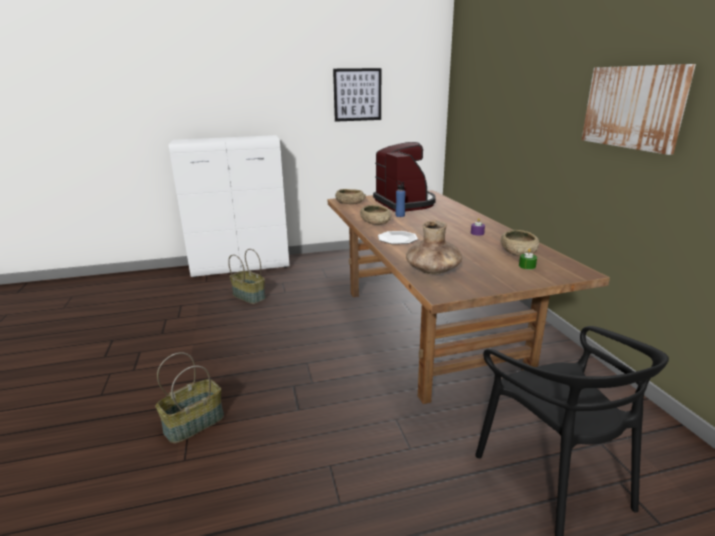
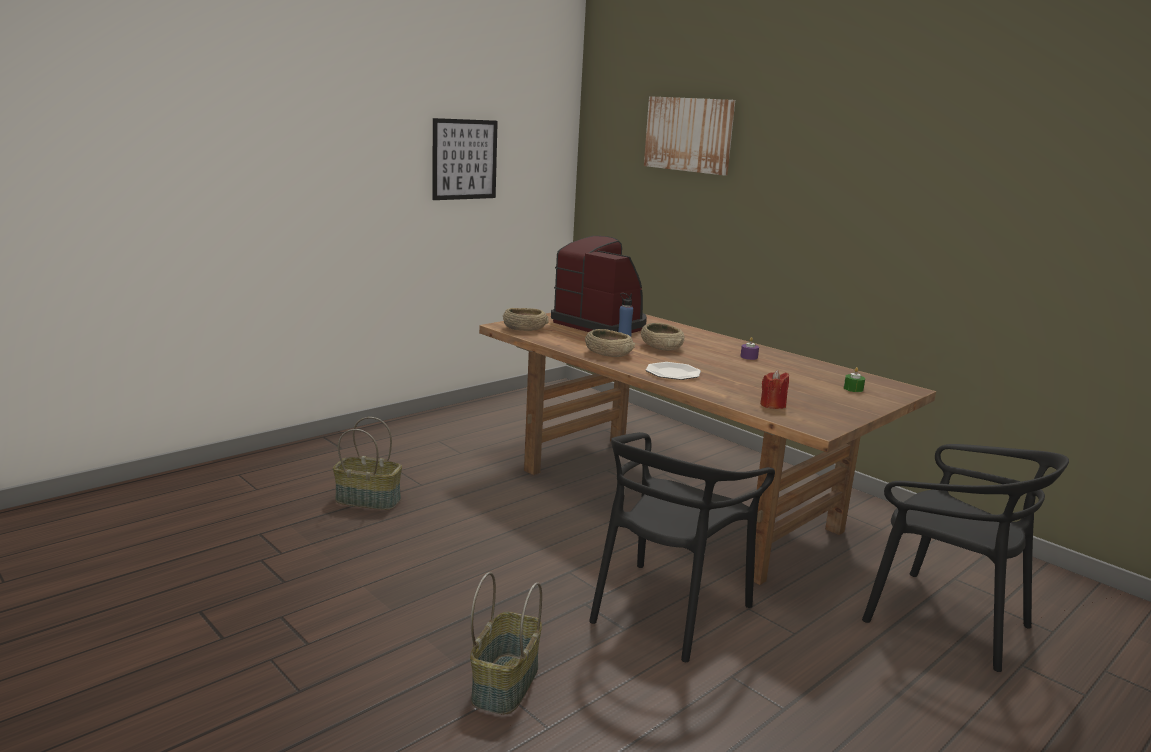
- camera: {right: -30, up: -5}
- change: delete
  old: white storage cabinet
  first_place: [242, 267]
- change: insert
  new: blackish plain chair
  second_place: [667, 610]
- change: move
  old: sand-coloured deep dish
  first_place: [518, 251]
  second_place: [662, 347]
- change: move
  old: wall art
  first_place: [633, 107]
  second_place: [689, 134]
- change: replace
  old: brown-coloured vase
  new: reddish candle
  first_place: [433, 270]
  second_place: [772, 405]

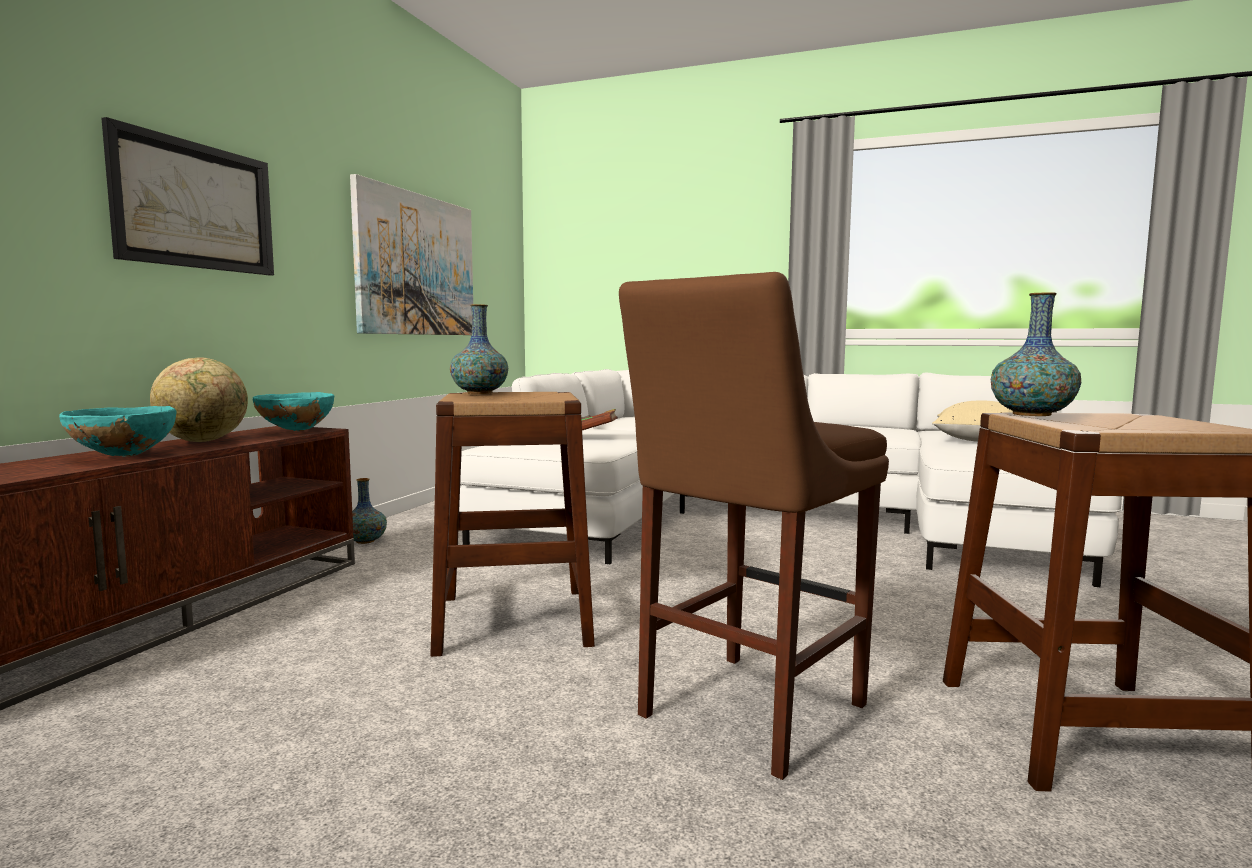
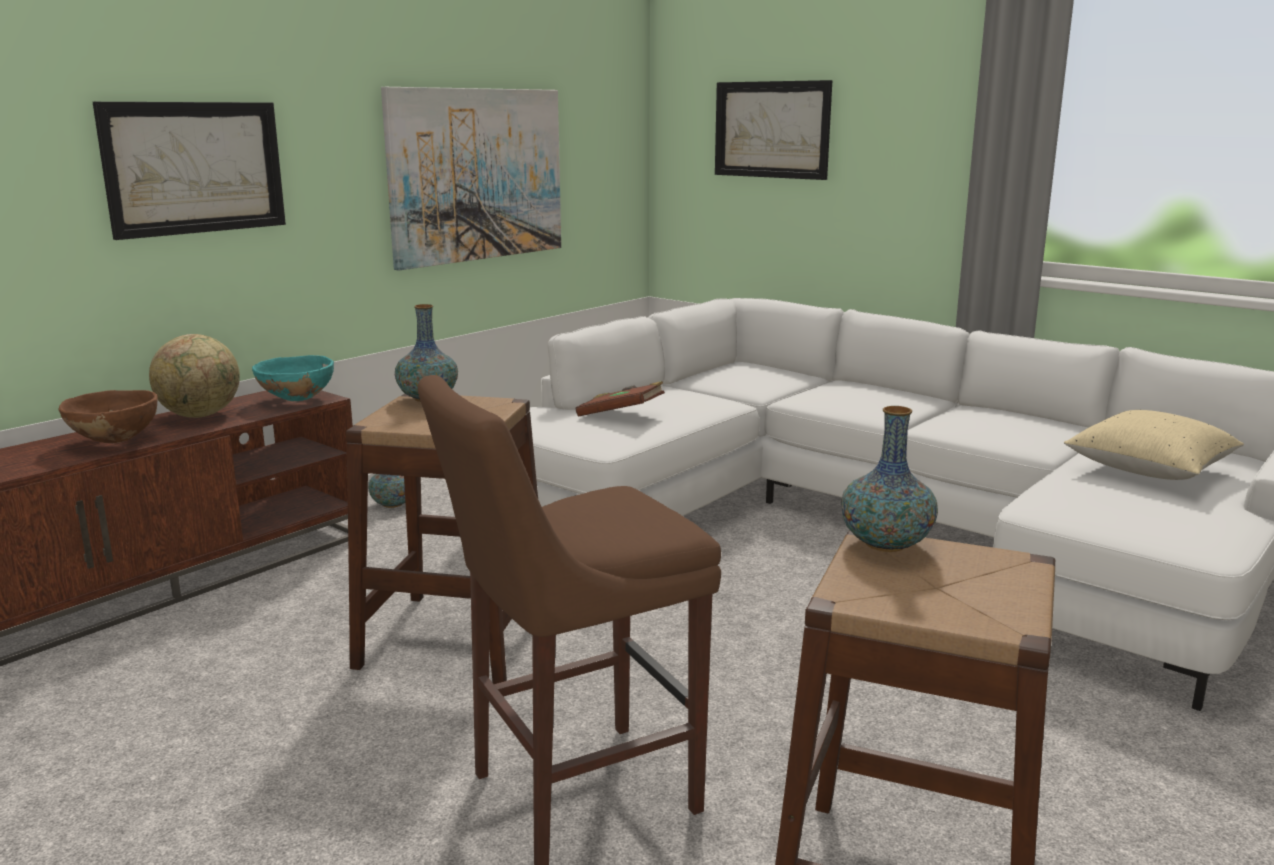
- camera: {right: 20, up: 10}
- change: insert
  new: wall art
  second_place: [772, 129]
- change: recolor
  old: turquoise deep dish
  new: brown-coloured deep dish
  first_place: [123, 456]
  second_place: [115, 441]

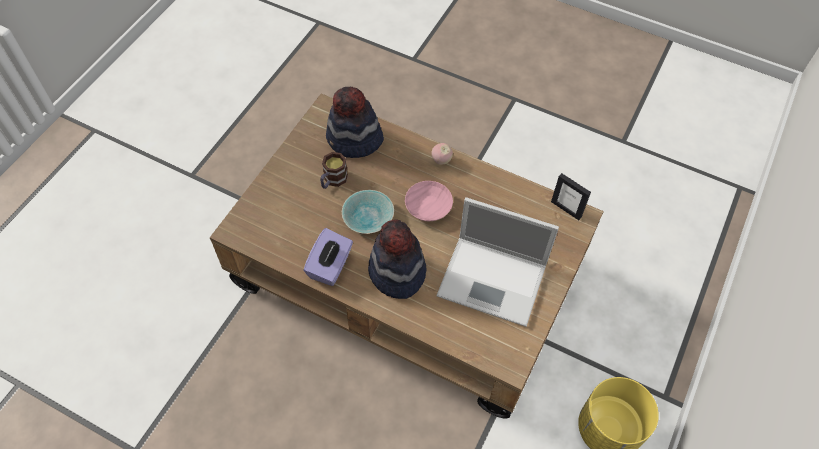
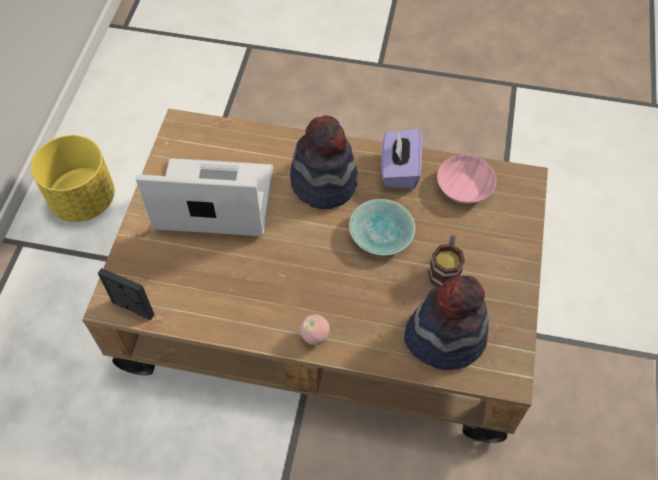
- camera: {right: 165, up: 0}
- change: move
  old: pink deep dish
  first_place: [429, 206]
  second_place: [463, 188]

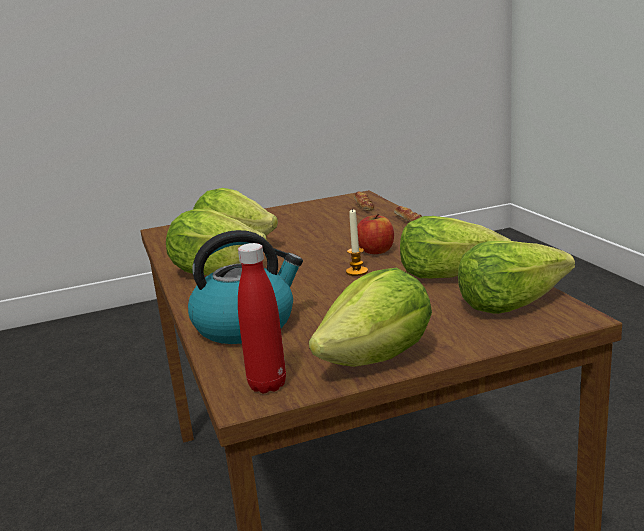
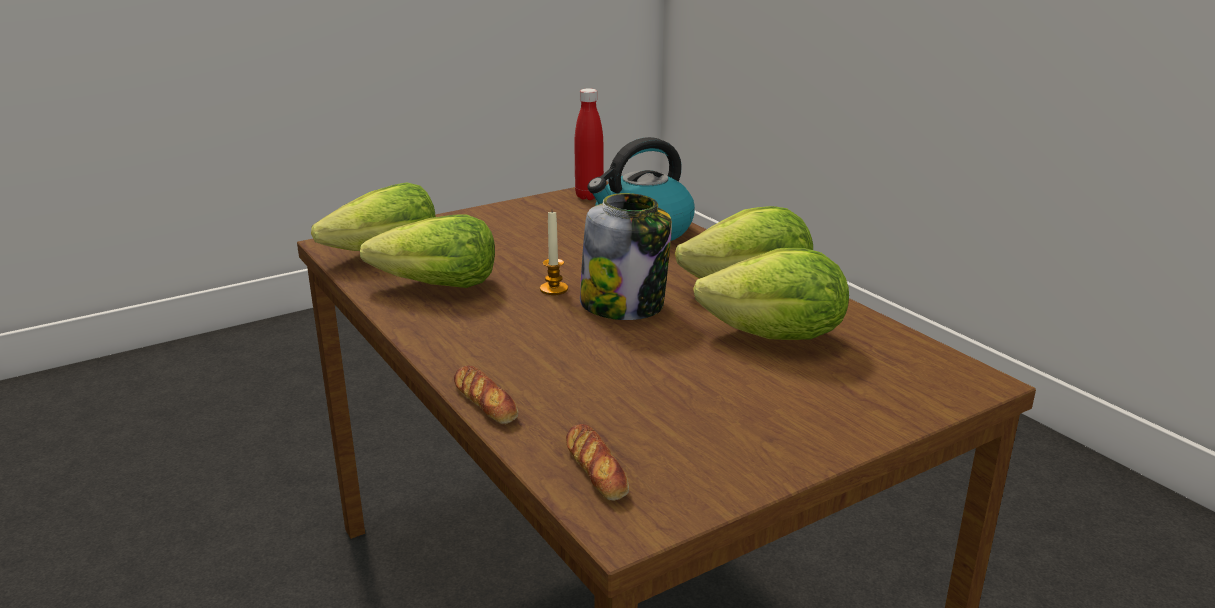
- camera: {right: 165, up: 5}
- change: delete
  old: lettuce
  first_place: [378, 359]
- change: delete
  old: apple
  first_place: [376, 251]
- change: insert
  new: preserve jar
  second_place: [624, 305]

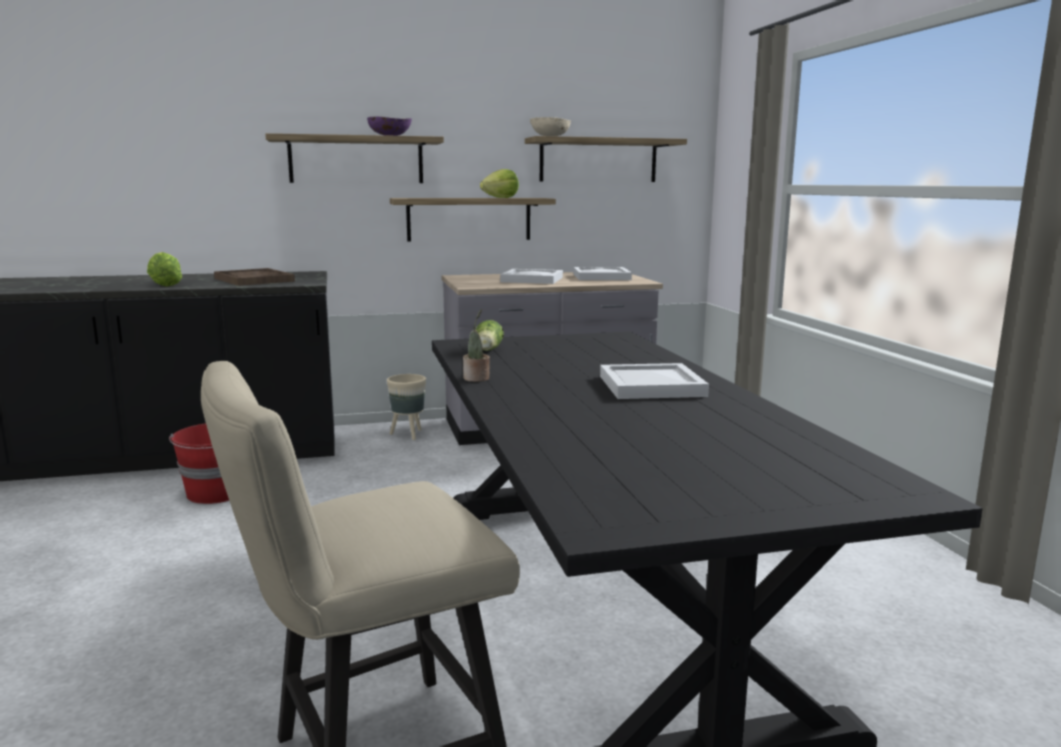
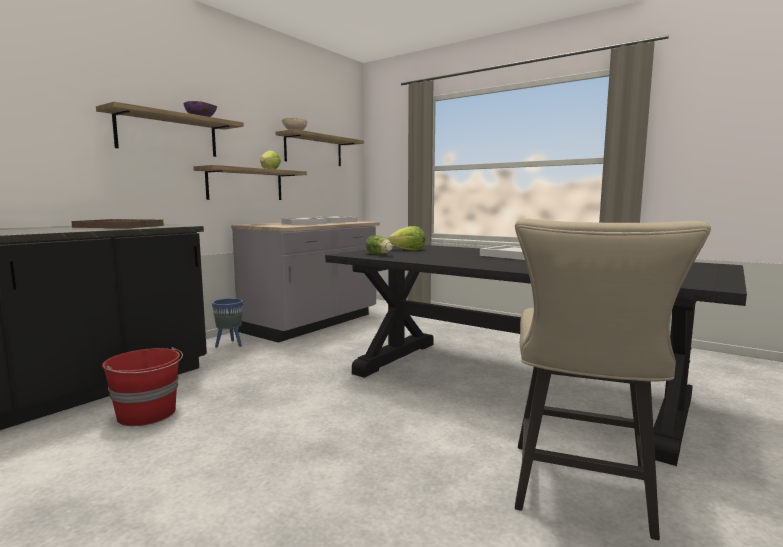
- camera: {right: -40, up: -5}
- change: delete
  old: houseplant
  first_place: [477, 379]
- change: move
  old: lettuce
  first_place: [164, 285]
  second_place: [408, 250]
- change: recolor
  old: sand-coloured plant pot
  new: bluish plant pot
  first_place: [408, 434]
  second_place: [229, 345]

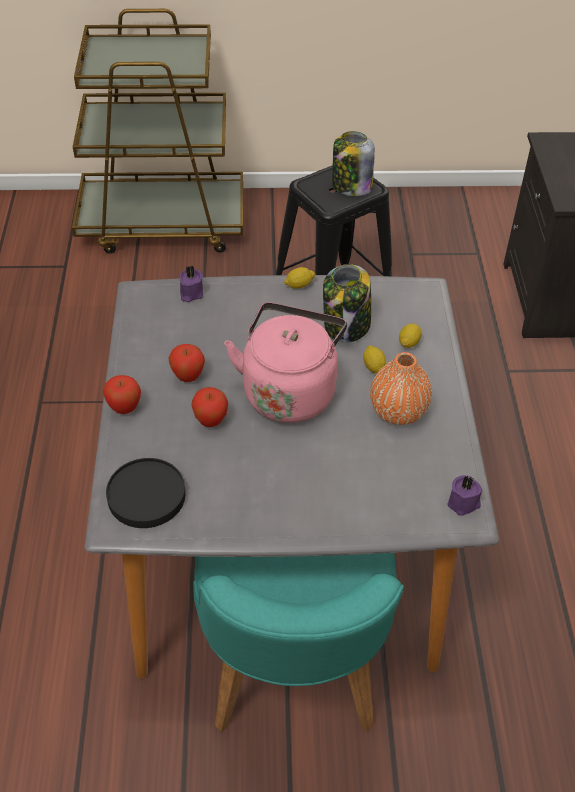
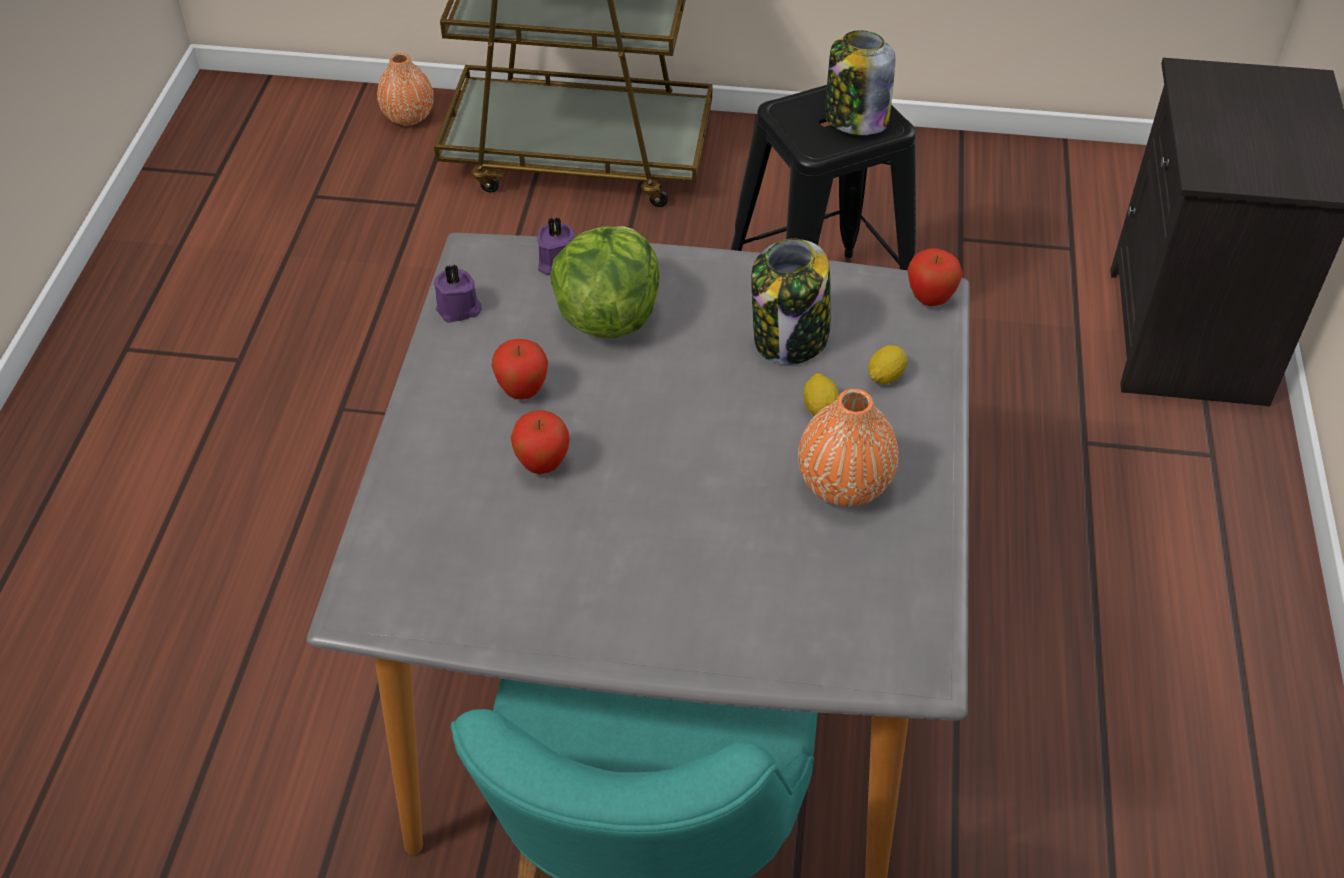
- camera: {right: 10, up: 0}
- change: delete
  old: blackish dinner plate
  first_place: [146, 495]
- change: delete
  old: pink tea kettle
  first_place: [290, 390]
- change: delete
  old: citrus fruit
  first_place: [299, 285]
- change: insert
  new: orange vase
  second_place: [408, 116]
- change: insert
  new: lettuce
  second_place: [607, 315]
- change: move
  old: apple
  first_place: [124, 408]
  second_place: [930, 299]
- change: move
  old: purple-coloured candle
  first_place: [464, 503]
  second_place: [459, 309]

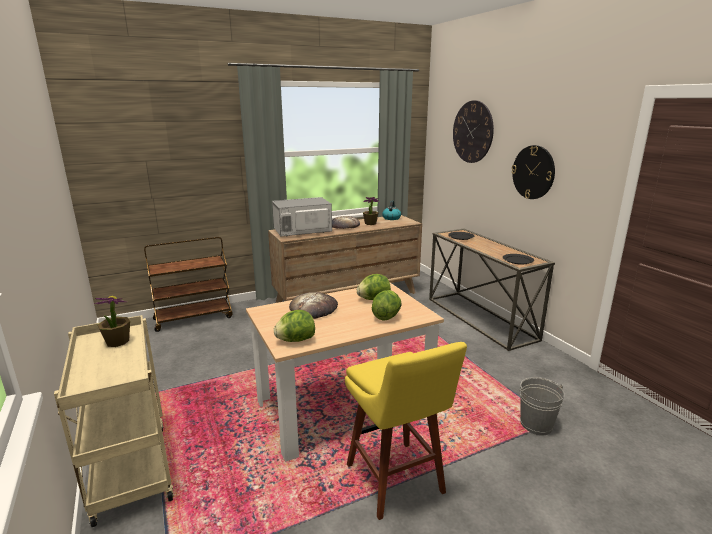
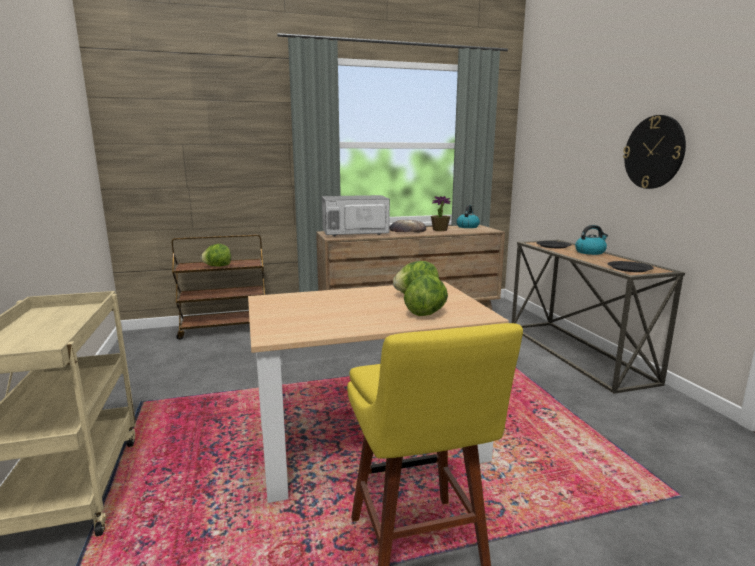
- camera: {right: 10, up: -5}
- change: delete
  old: houseplant
  first_place: [117, 342]
- change: delete
  old: bakery bread
  first_place: [313, 308]
- change: delete
  old: clock on the wall
  first_place: [472, 132]
- change: delete
  old: gray bucket
  first_place: [536, 425]
- change: insert
  new: tea kettle
  second_place: [590, 252]
- change: move
  old: lettuce
  first_place: [295, 340]
  second_place: [217, 266]

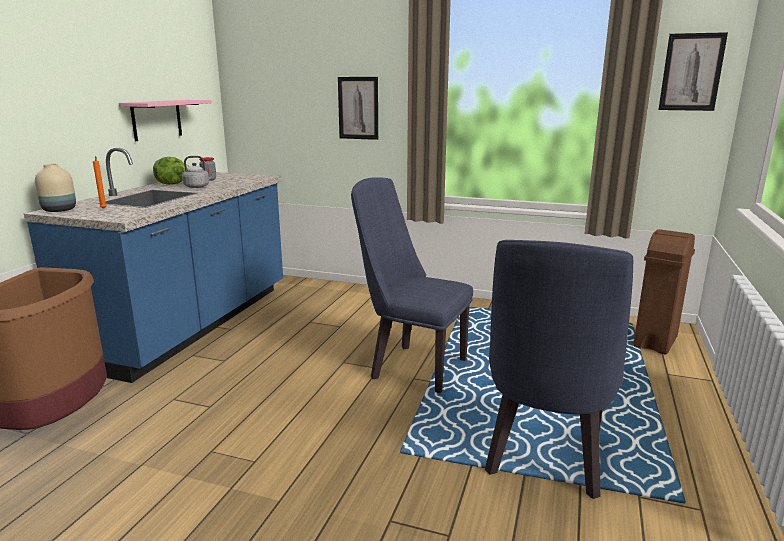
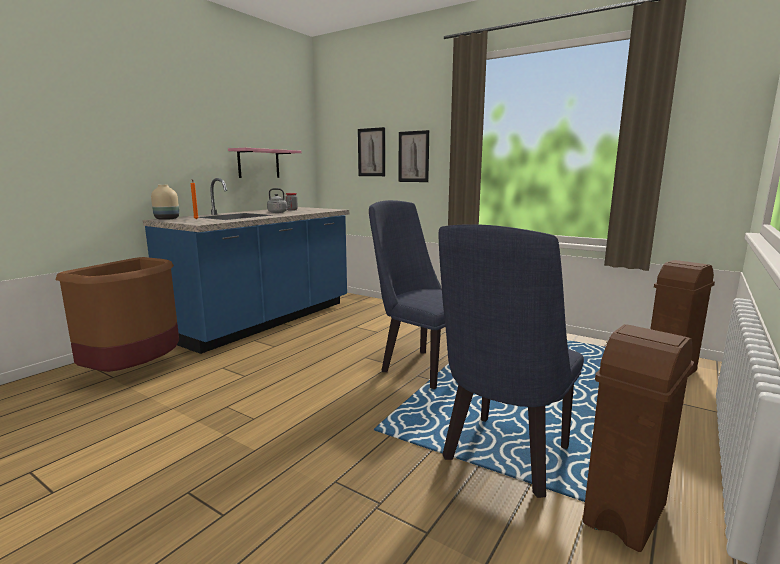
- camera: {right: 15, up: -5}
- change: delete
  old: lettuce
  first_place: [172, 184]
- change: insert
  new: brown-coloured rubbish bin
  second_place: [625, 514]
- change: move
  old: wall art
  first_place: [691, 72]
  second_place: [371, 152]

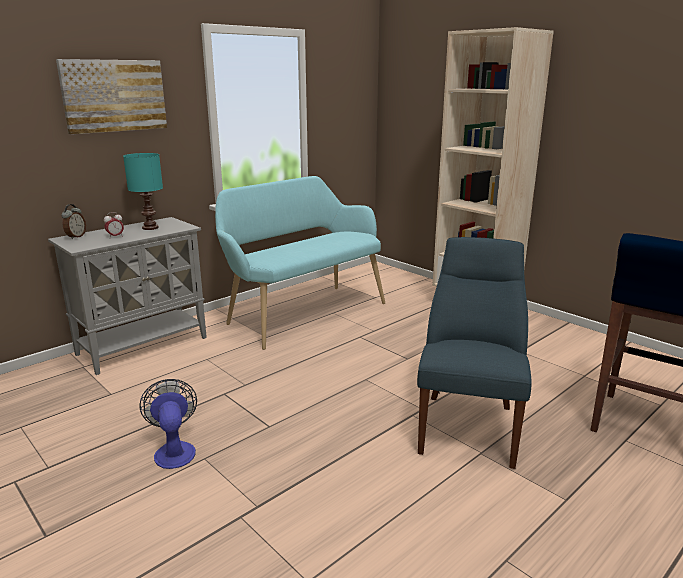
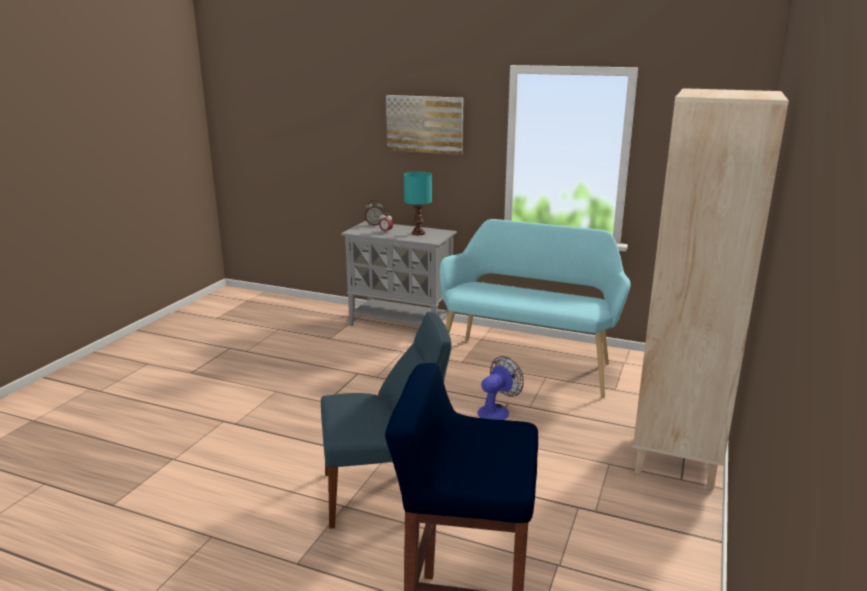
- camera: {right: 65, up: 0}
- change: move
  old: cooling fan
  first_place: [174, 450]
  second_place: [497, 411]

